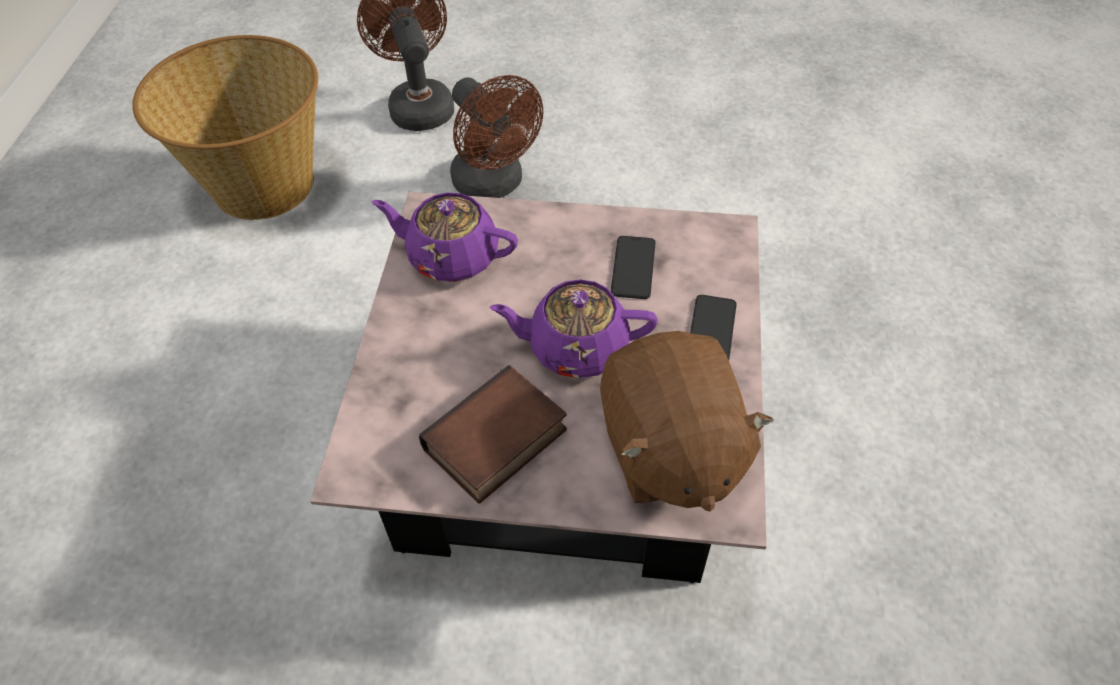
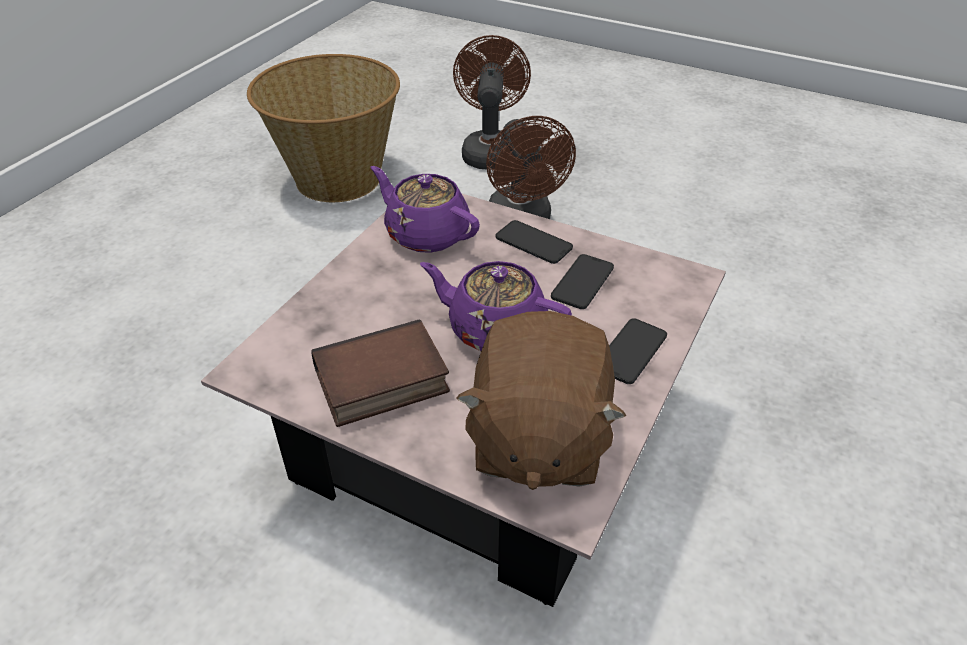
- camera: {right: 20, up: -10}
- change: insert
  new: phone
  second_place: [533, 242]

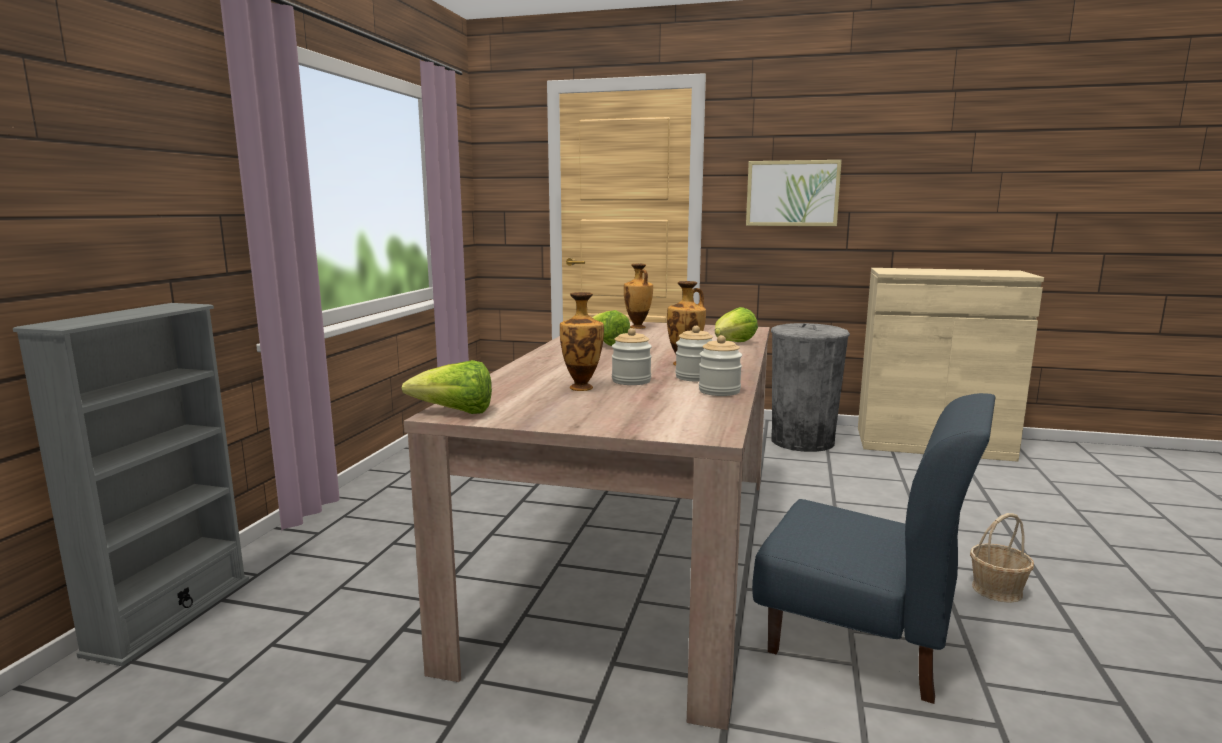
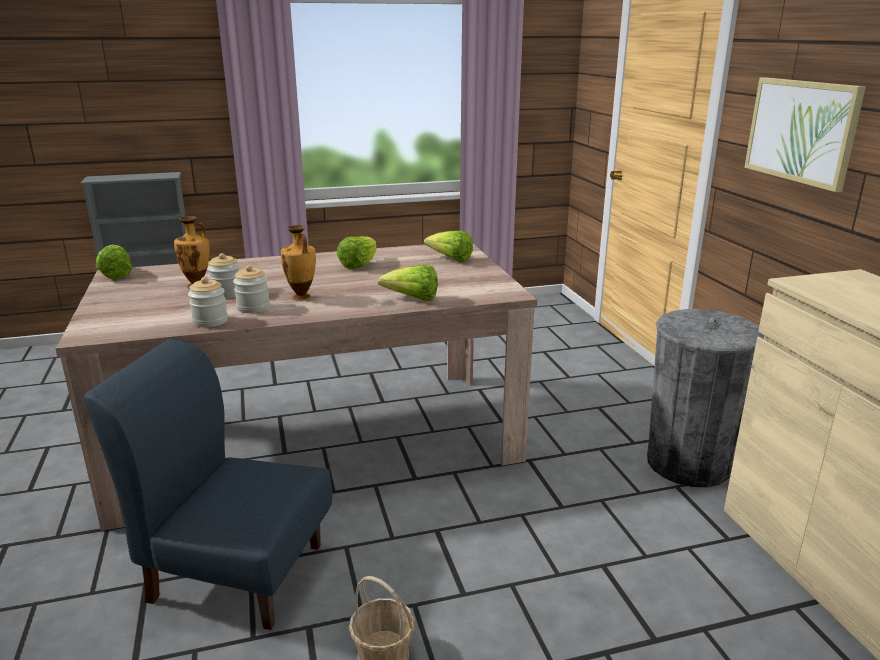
- camera: {right: 60, up: 10}
- change: replace
  old: vase
  new: lettuce
  first_place: [638, 327]
  second_place: [450, 259]
- change: rotate
  old: bluish plain chair
  first_place: [860, 639]
  second_place: [236, 571]
  degrees: 105

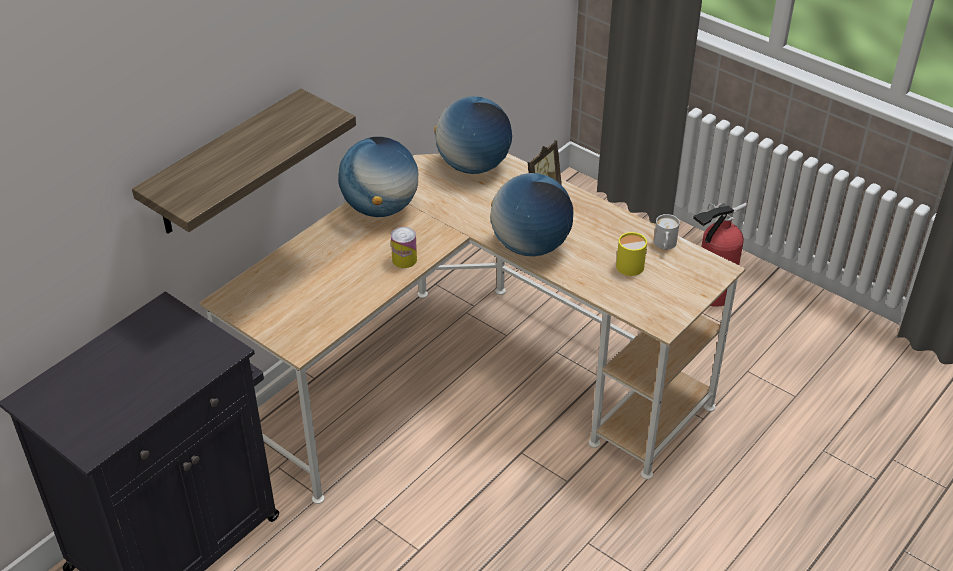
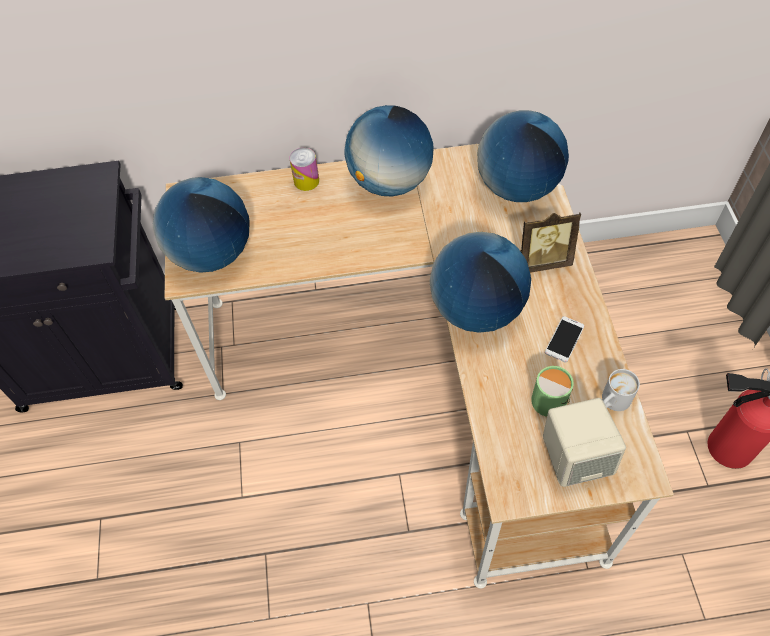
- camera: {right: 45, up: 15}
- change: delete
  old: shelf
  first_place: [225, 164]
- change: insert
  new: world globe
  second_place: [212, 254]
- change: insert
  new: sand-coloured speaker
  second_place: [574, 458]
- change: insert
  new: phone
  second_place: [564, 339]
- change: move
  old: metal can
  first_place: [404, 260]
  second_place: [306, 181]
- change: recolor
  old: yellow tea mug
  new: greenish tea mug
  first_place: [629, 264]
  second_place: [551, 398]

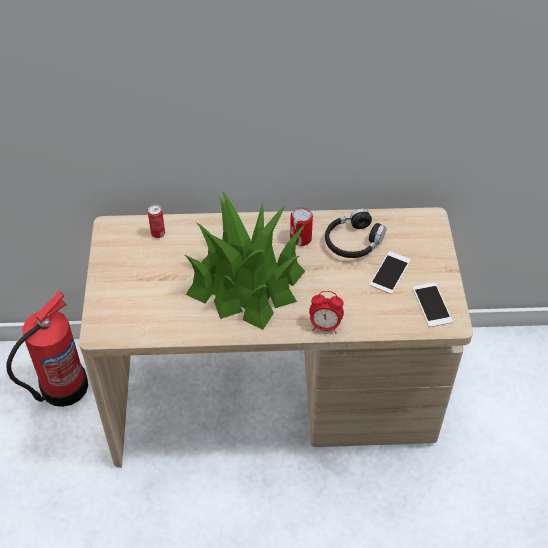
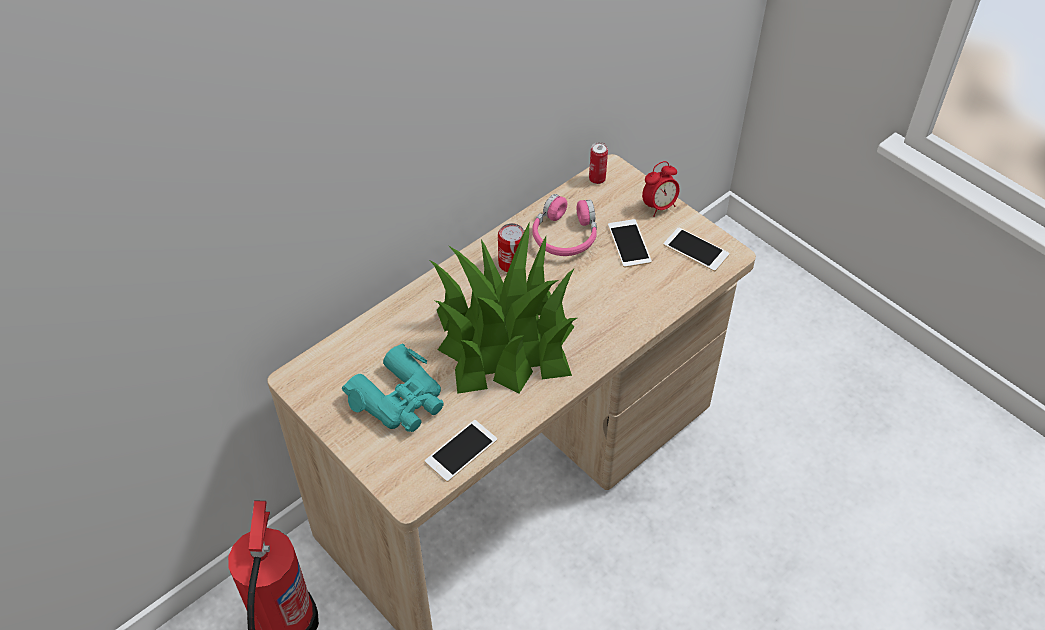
- camera: {right: -40, up: 0}
- change: insert
  new: turquoise field glasses
  second_place: [400, 399]
- change: insert
  new: phone
  second_place: [461, 451]
- change: move
  old: metal can
  first_place: [158, 234]
  second_place: [597, 179]
- change: move
  old: alarm clock
  first_place: [325, 326]
  second_place: [659, 206]
- change: recolor
  old: blackish headphones
  new: pink headphones
  first_place: [353, 242]
  second_place: [565, 235]

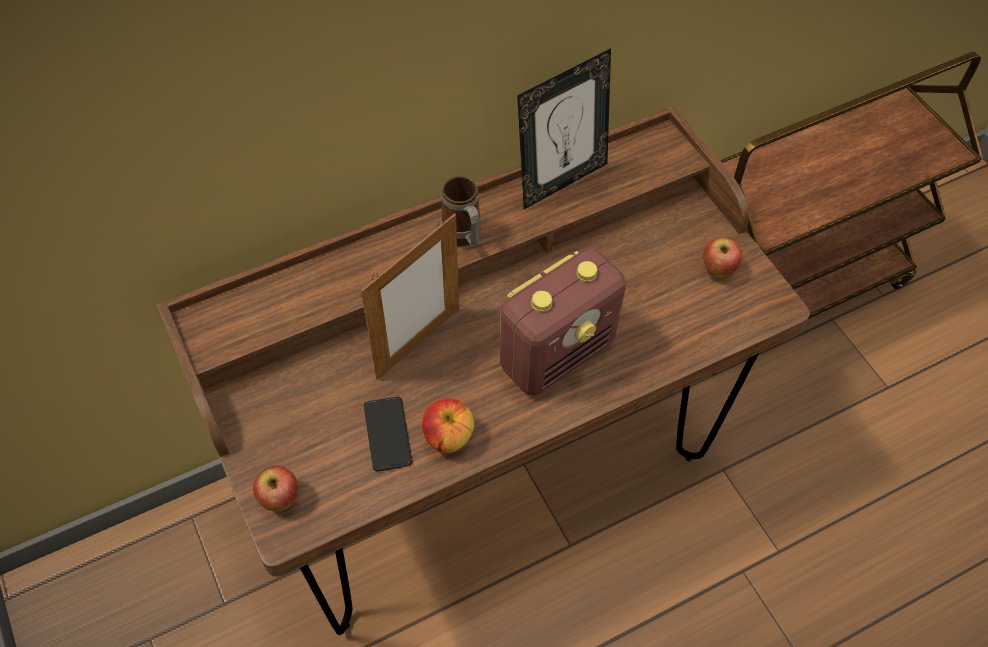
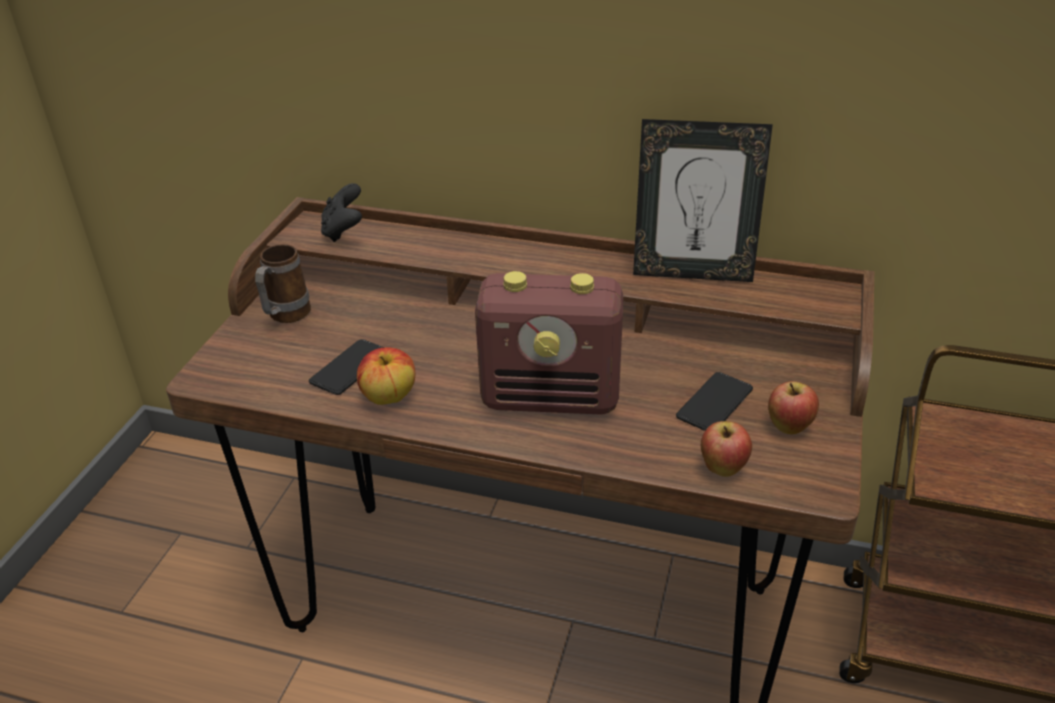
- camera: {right: 45, up: -20}
- change: delete
  old: picture frame
  first_place: [418, 342]
- change: insert
  new: blackish game controller
  second_place: [344, 231]
- change: insert
  new: phone
  second_place: [714, 403]
- change: move
  old: apple
  first_place: [280, 499]
  second_place: [722, 469]
- change: move
  old: tea mug
  first_place: [464, 238]
  second_place: [285, 317]

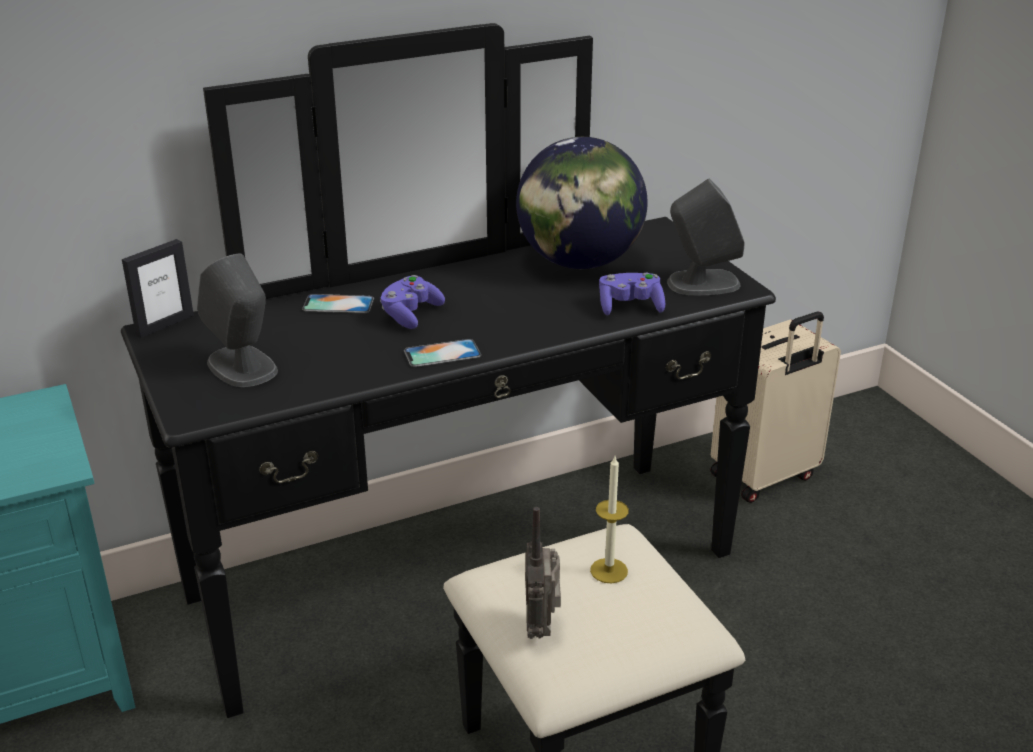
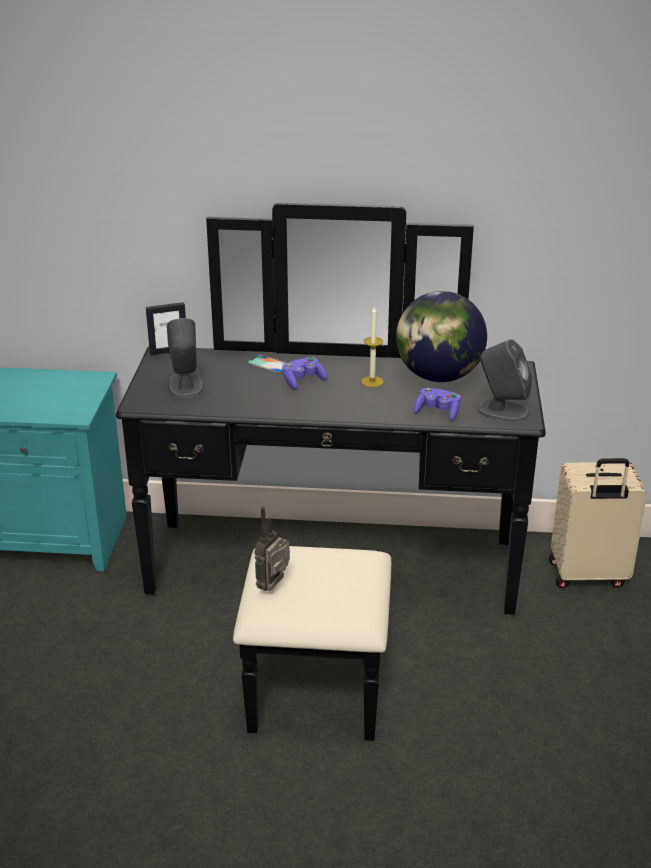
- camera: {right: 30, up: 0}
- change: delete
  old: phone
  first_place: [442, 353]
- change: move
  old: candle
  first_place: [609, 570]
  second_place: [372, 381]

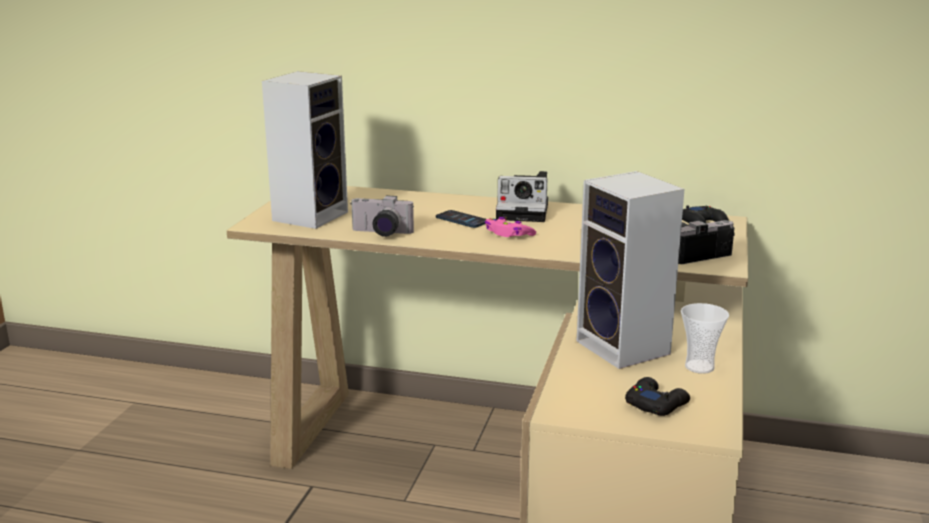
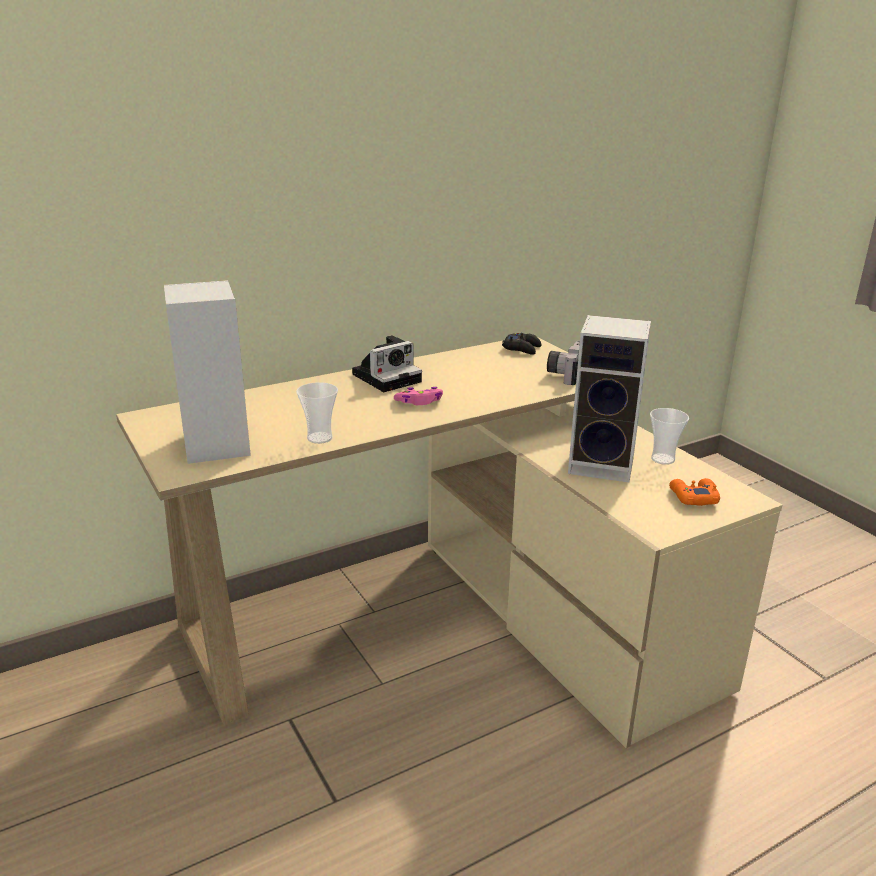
- camera: {right: -45, up: 5}
- change: delete
  old: phone
  first_place: [462, 220]
- change: replace
  old: still camera
  new: cup
  first_place: [380, 233]
  second_place: [319, 438]
- change: recolor
  old: blackish game controller
  new: orange game controller
  first_place: [656, 404]
  second_place: [693, 497]

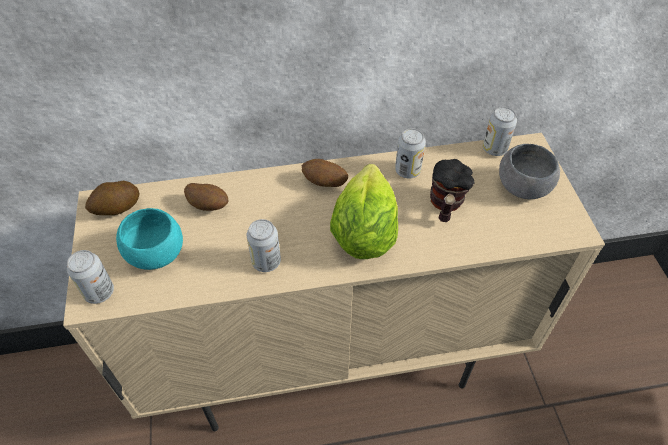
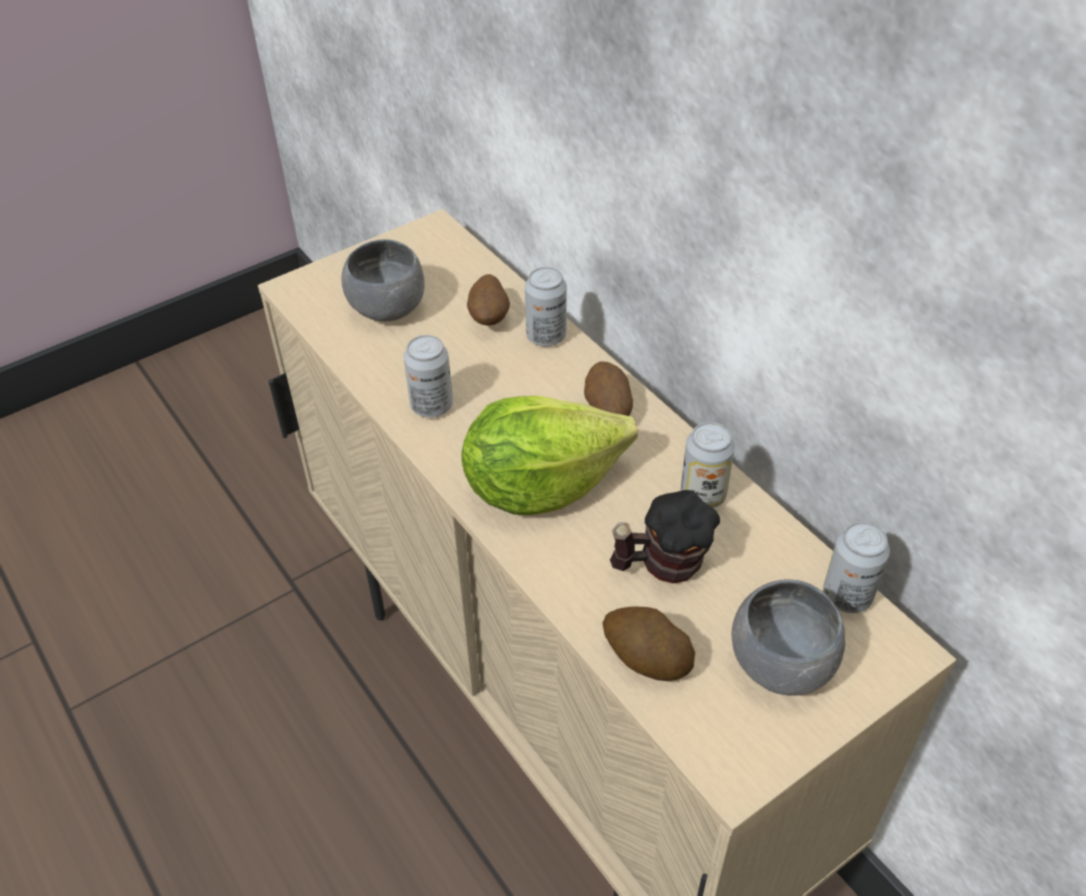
- camera: {right: 65, up: -5}
- change: move
  old: metal can
  first_place: [99, 292]
  second_place: [546, 336]
- change: move
  old: potato
  first_place: [117, 208]
  second_place: [646, 658]
- change: recolor
  old: turquoise deep dish
  new: gray deep dish
  first_place: [156, 254]
  second_place: [387, 308]

